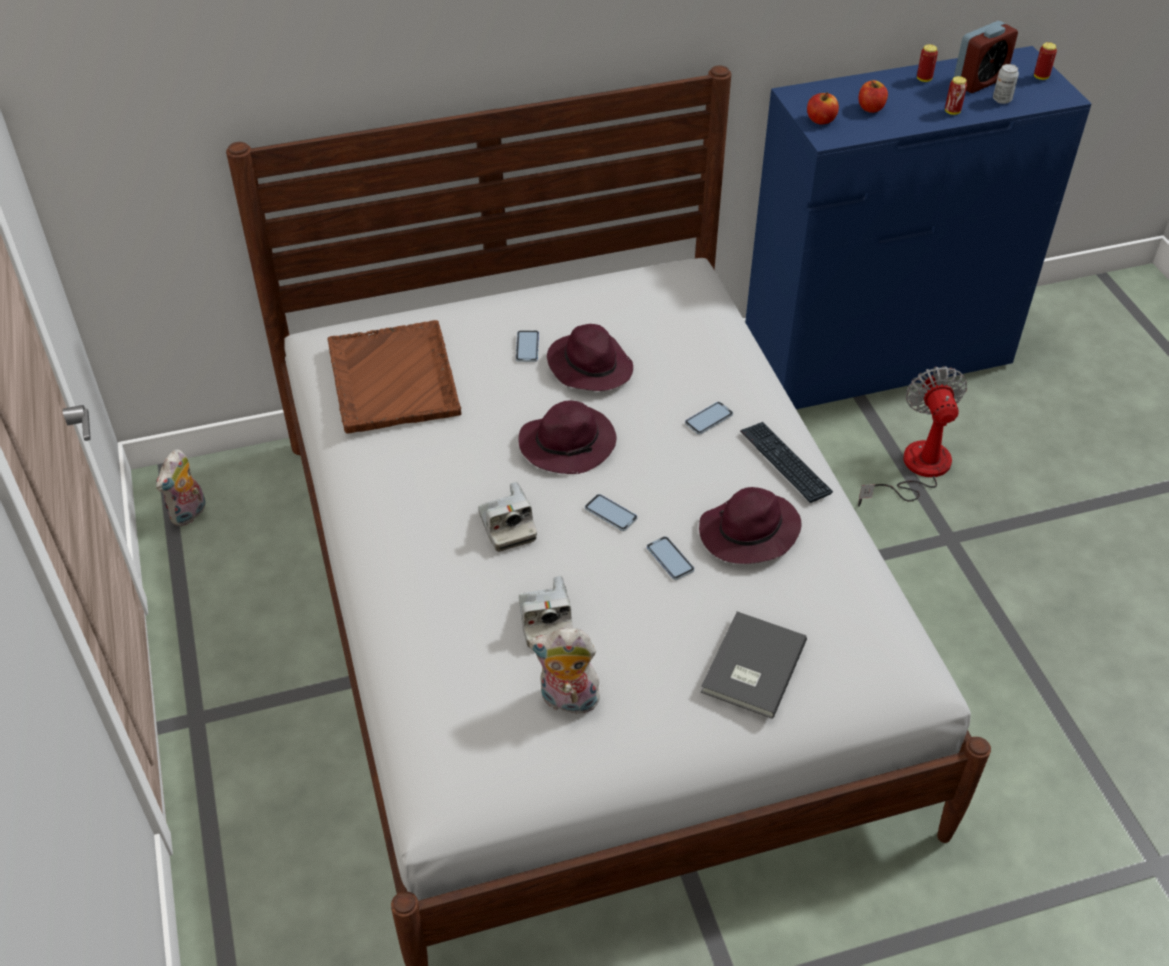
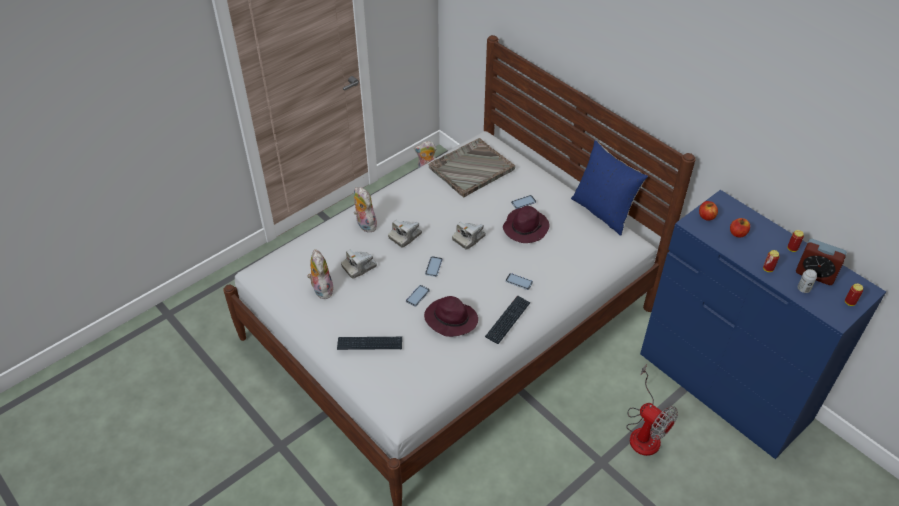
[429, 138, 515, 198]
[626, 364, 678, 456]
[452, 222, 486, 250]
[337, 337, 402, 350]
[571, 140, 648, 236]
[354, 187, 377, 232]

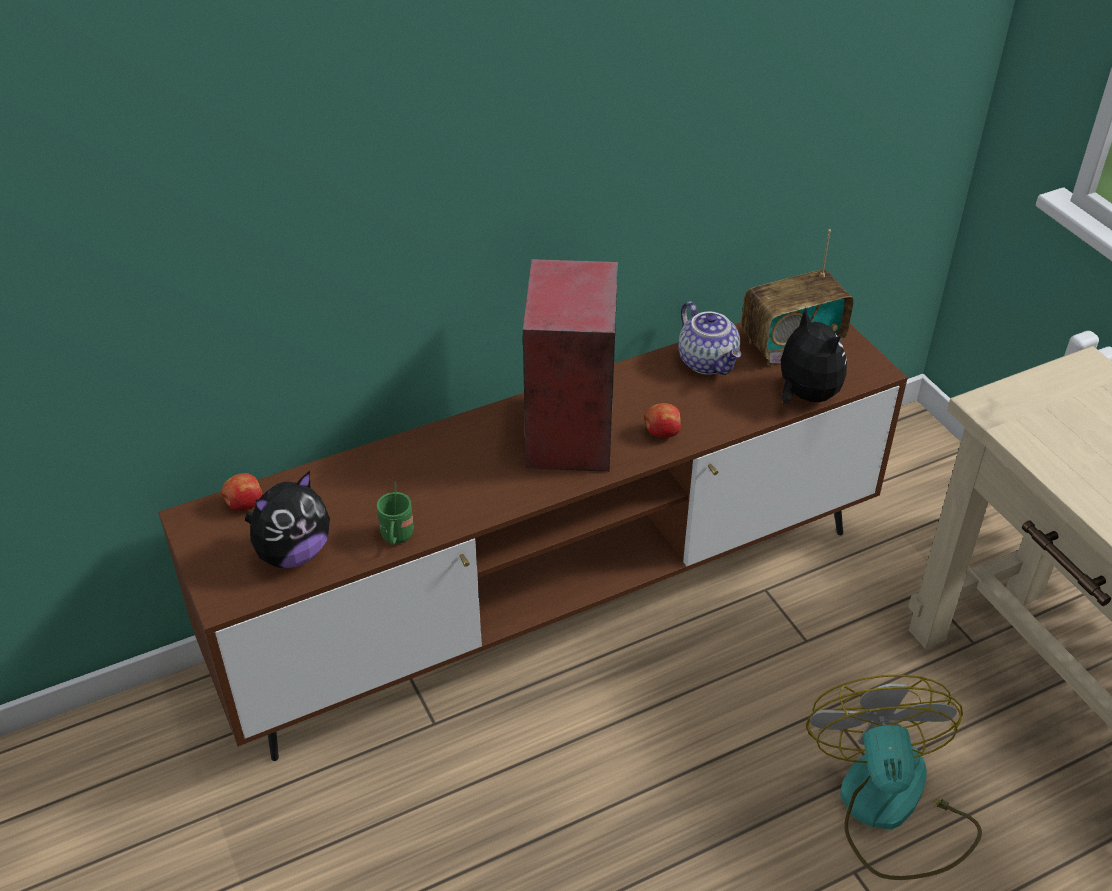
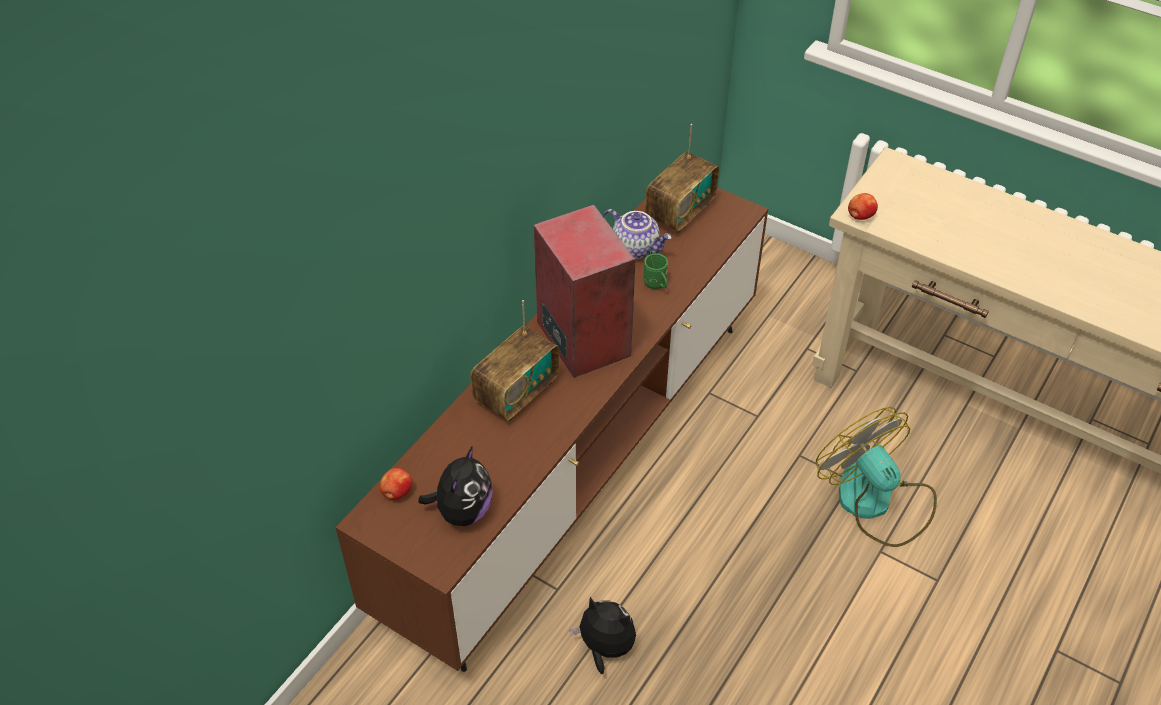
[569, 597, 636, 674]
[848, 193, 878, 220]
[643, 247, 668, 289]
[470, 300, 559, 423]

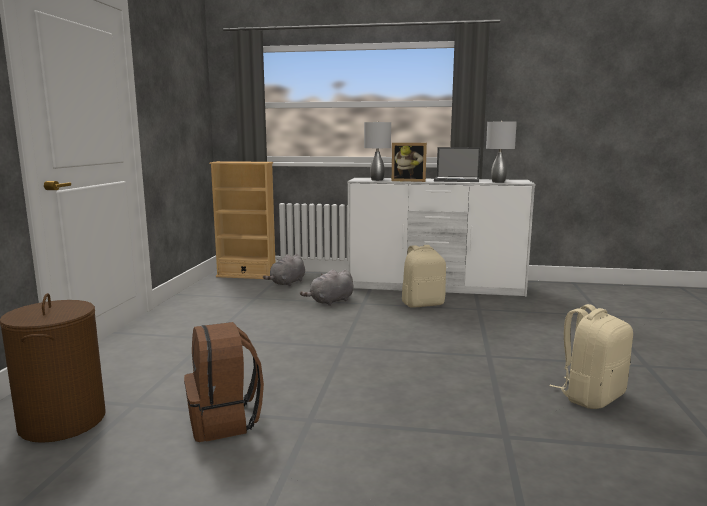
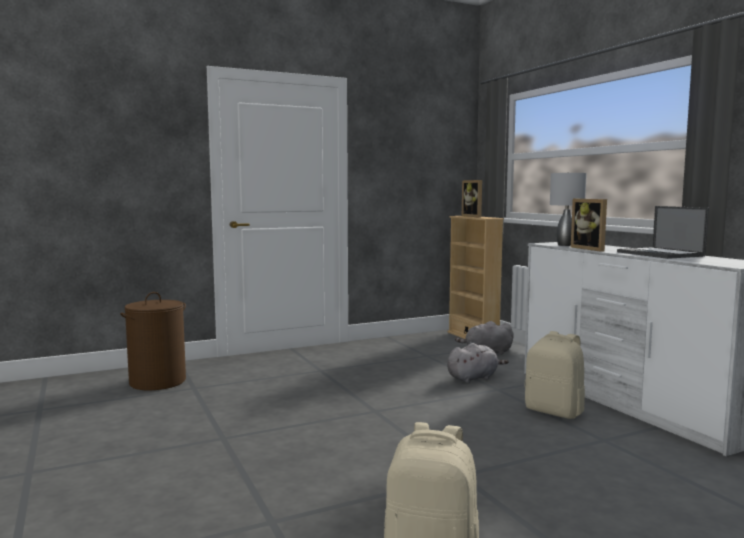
[486, 121, 517, 183] (first image)
[447, 343, 509, 383]
[184, 322, 264, 442] (first image)
[462, 180, 482, 217]

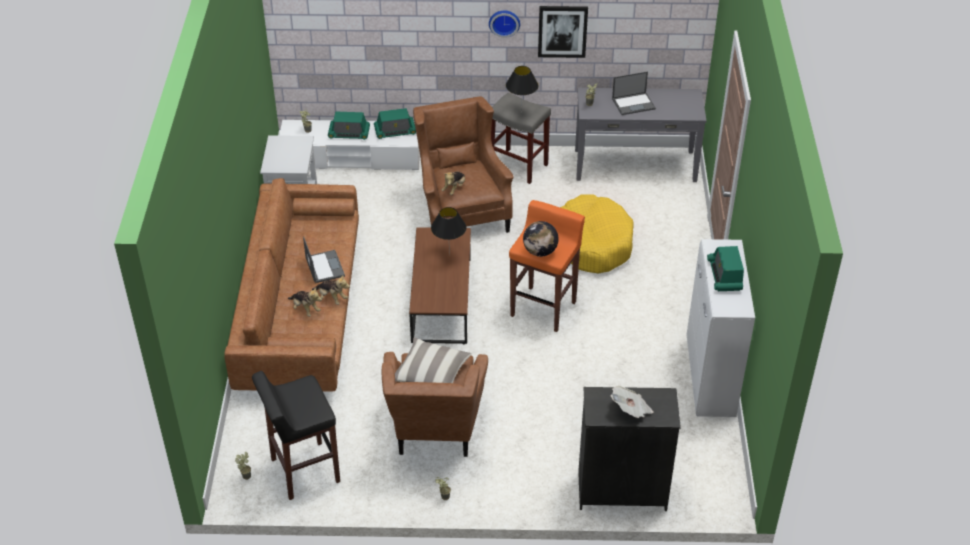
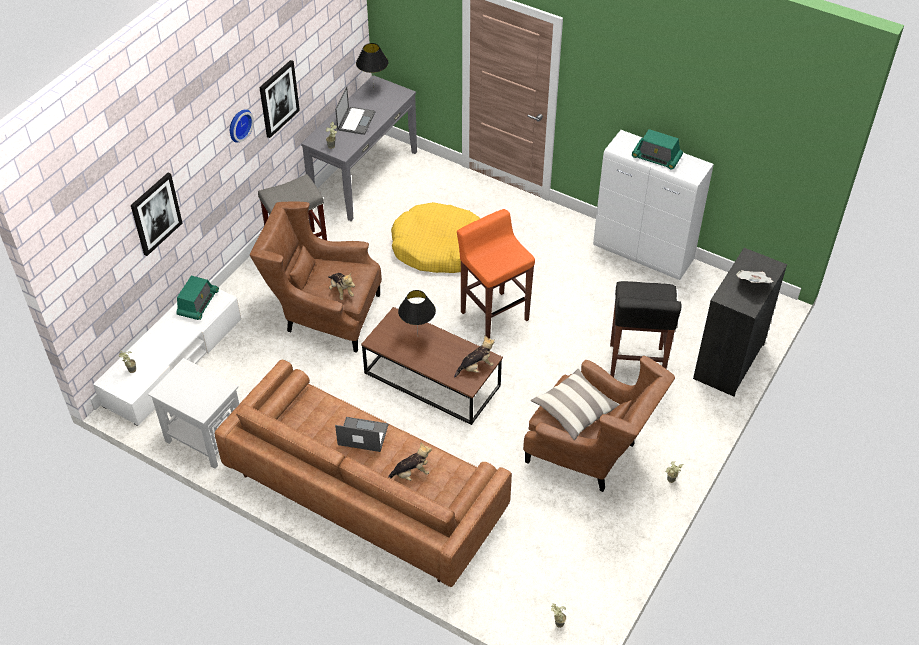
[356, 43, 388, 86]
[328, 112, 370, 140] (first image)
[523, 221, 559, 257] (first image)
[454, 336, 495, 377]
[610, 281, 681, 377]
[131, 173, 182, 256]

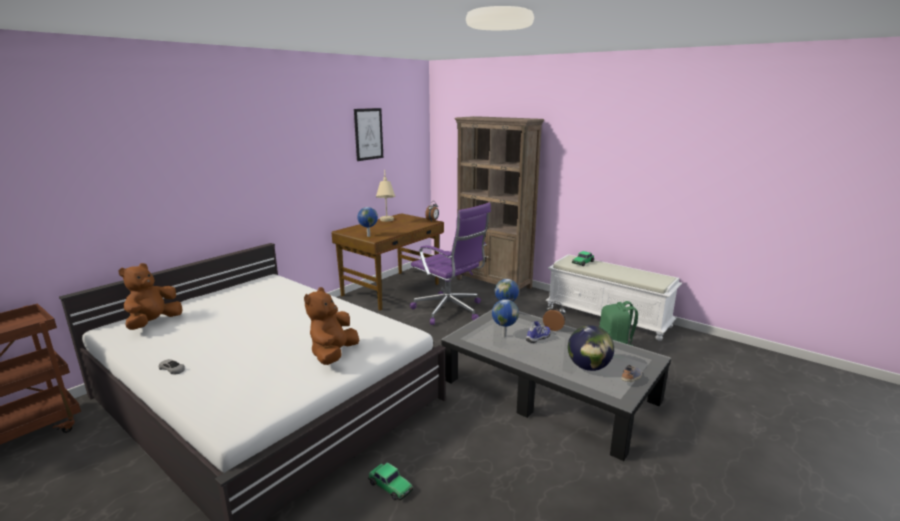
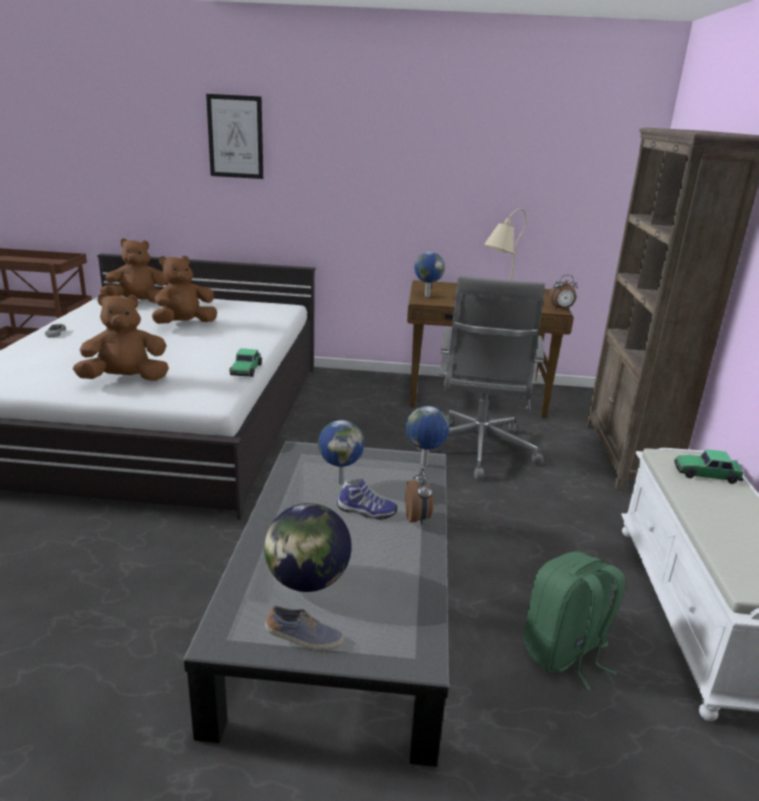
[206, 94, 263, 179]
[416, 276, 545, 479]
[229, 348, 262, 377]
[152, 256, 217, 324]

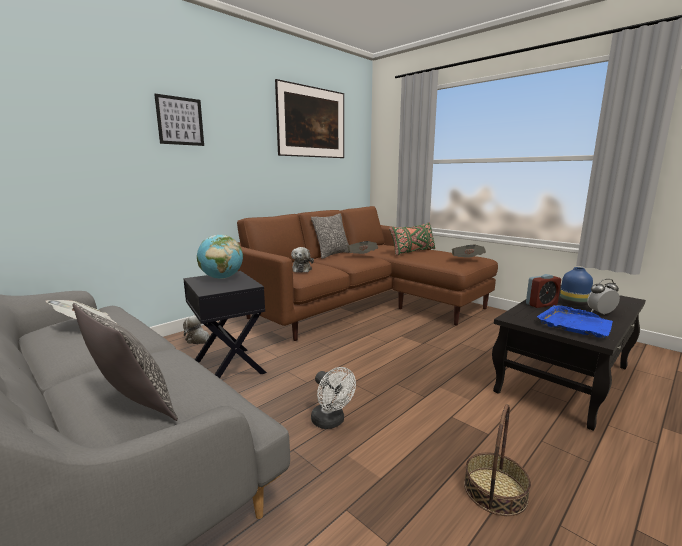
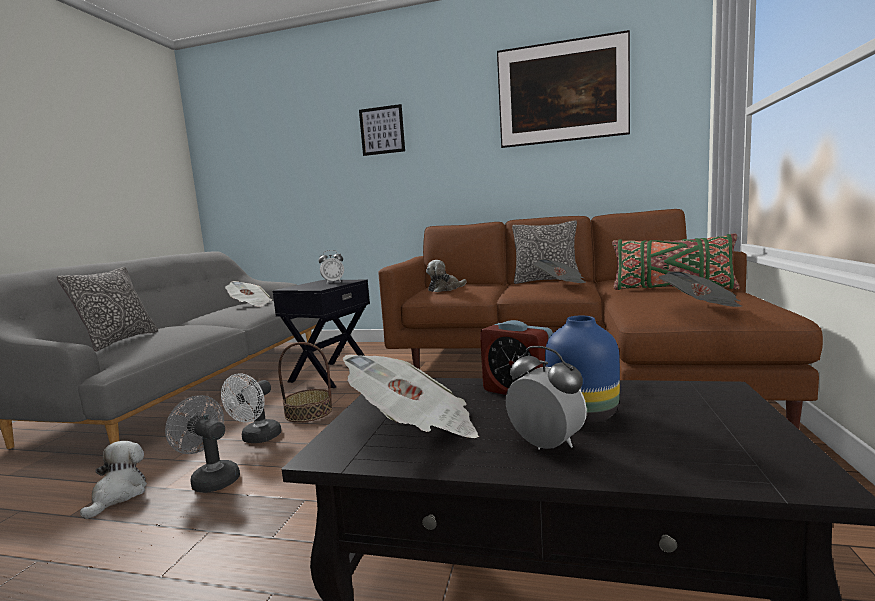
[318, 250, 344, 283]
[343, 355, 479, 438]
[80, 441, 147, 519]
[278, 342, 333, 422]
[165, 395, 240, 493]

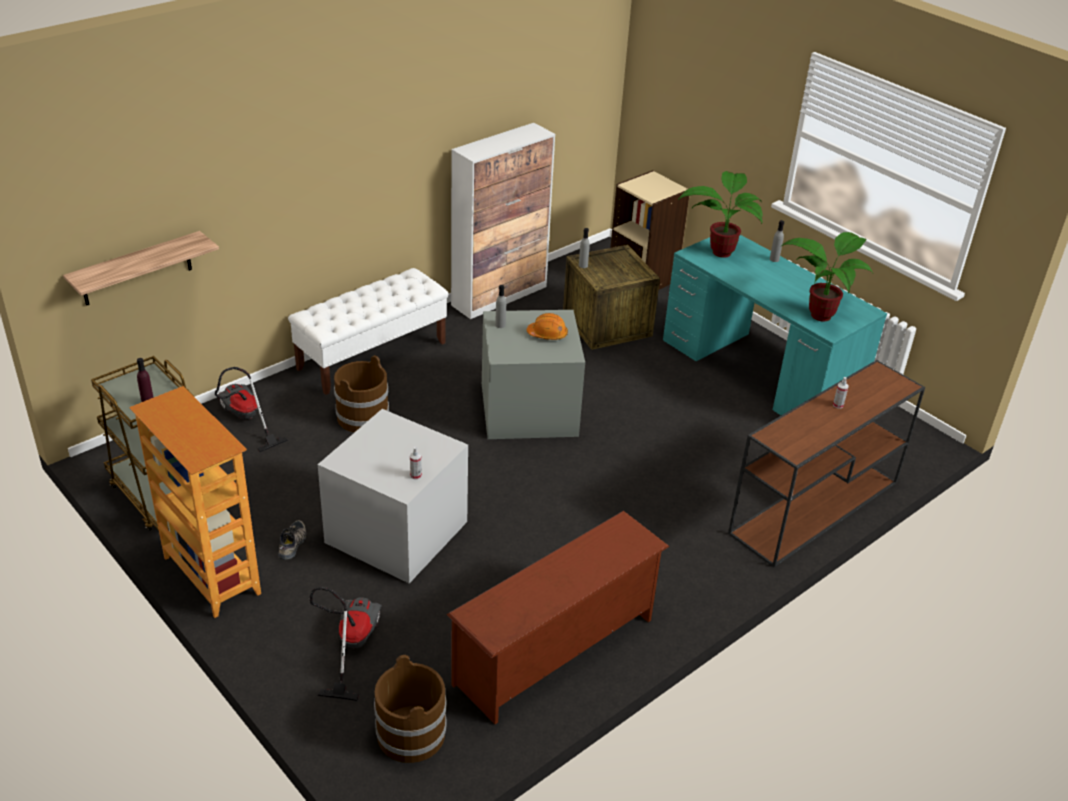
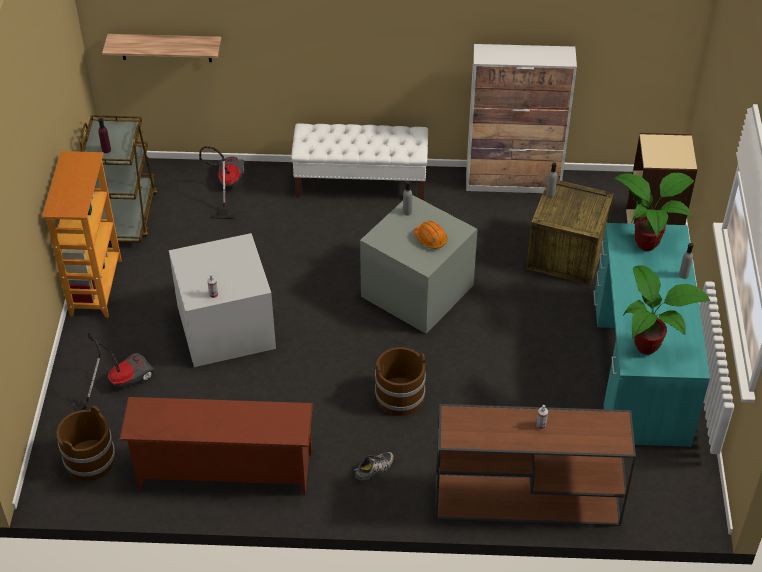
[375, 347, 426, 416]
[354, 452, 394, 481]

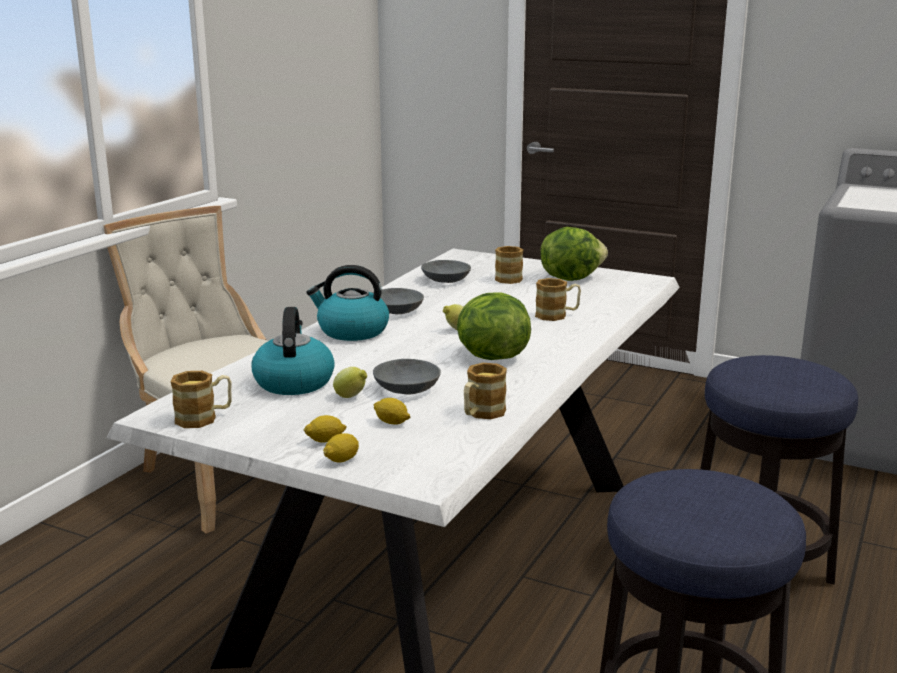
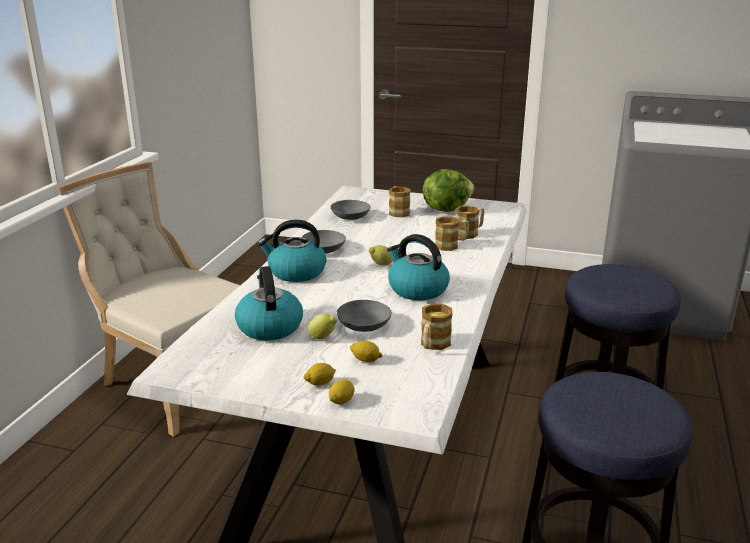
[387, 234, 450, 300]
[455, 206, 484, 239]

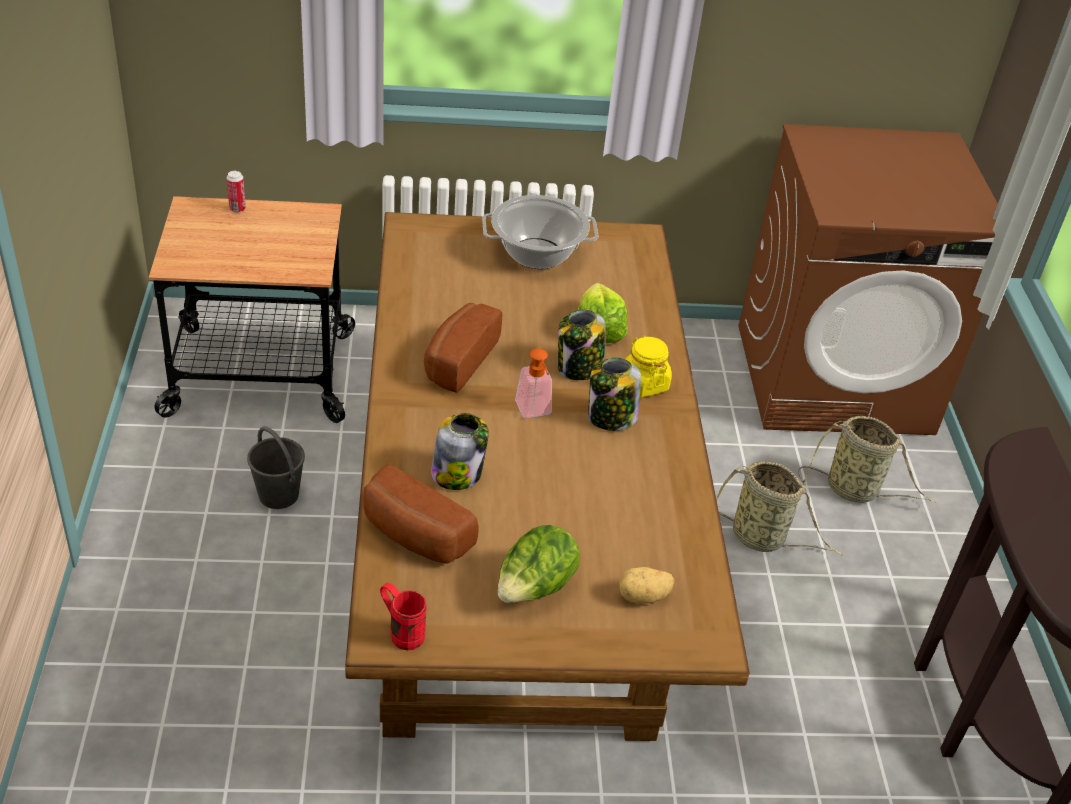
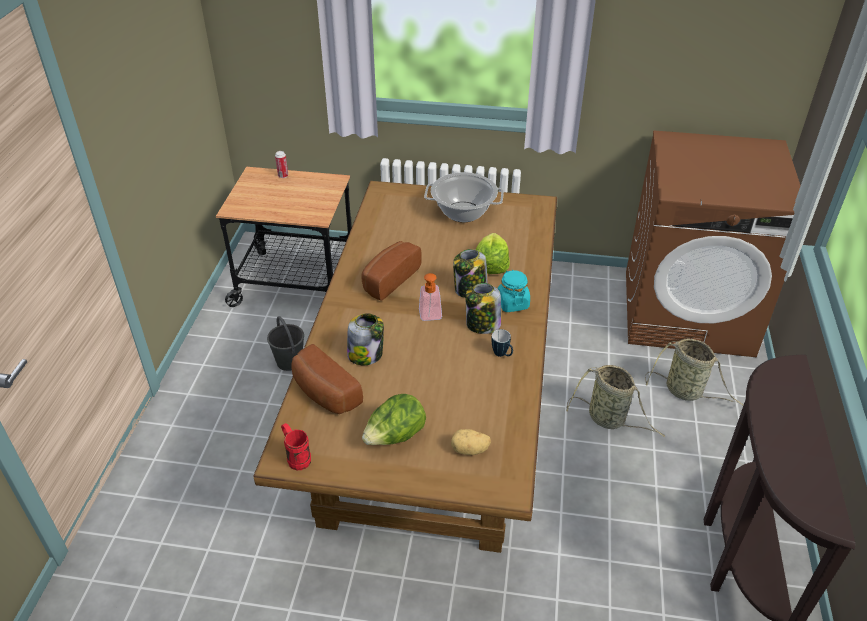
[497, 270, 530, 312]
[491, 329, 513, 357]

